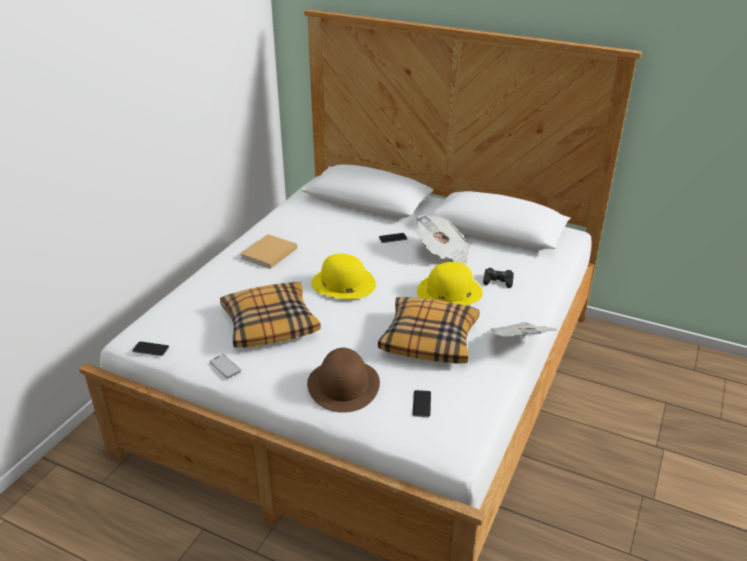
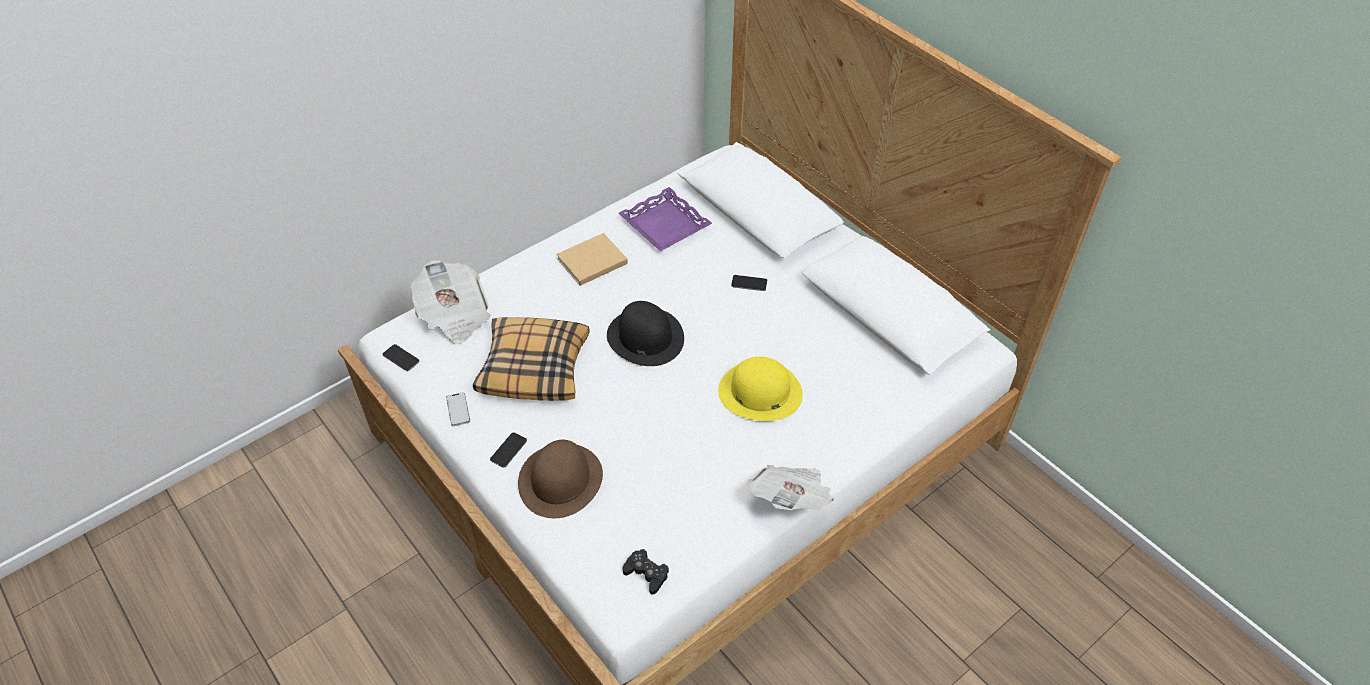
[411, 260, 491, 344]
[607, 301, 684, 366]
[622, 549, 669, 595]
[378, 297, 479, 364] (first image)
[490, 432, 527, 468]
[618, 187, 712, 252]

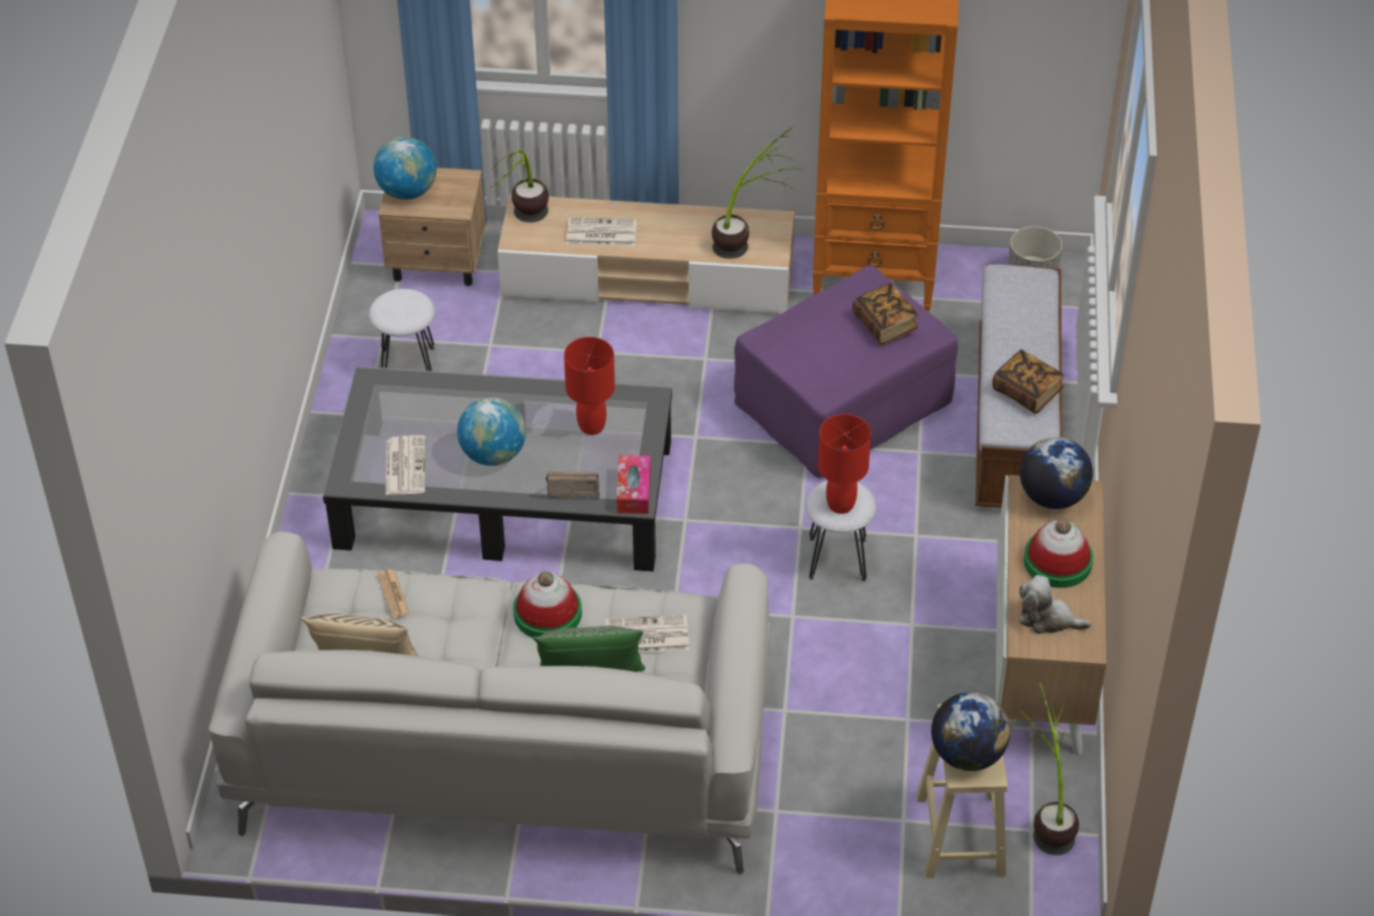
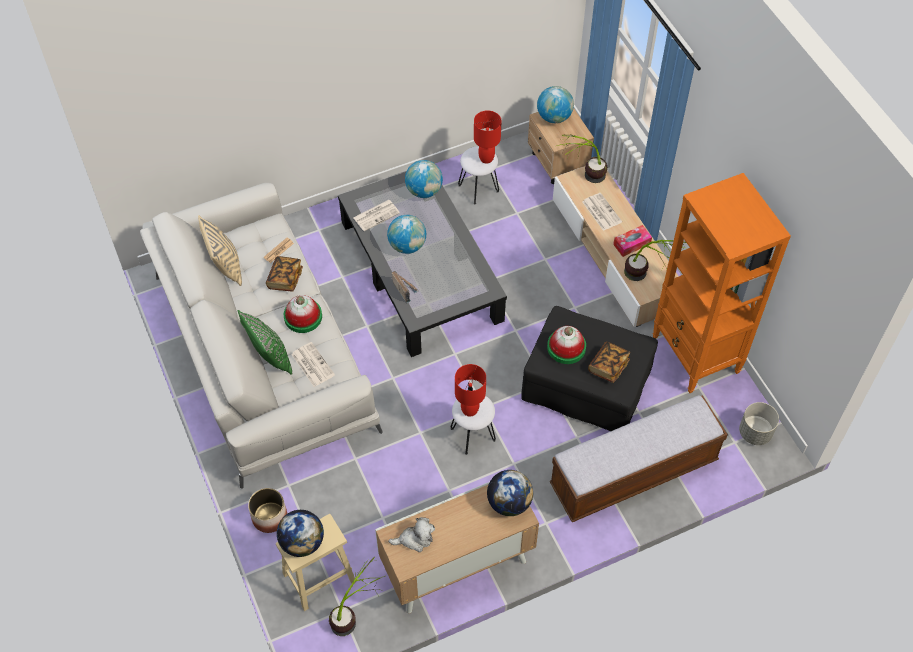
[521, 306, 658, 431]
[474, 110, 502, 163]
[266, 256, 303, 292]
[613, 225, 652, 257]
[547, 326, 586, 364]
[388, 517, 435, 552]
[405, 160, 443, 198]
[248, 488, 287, 533]

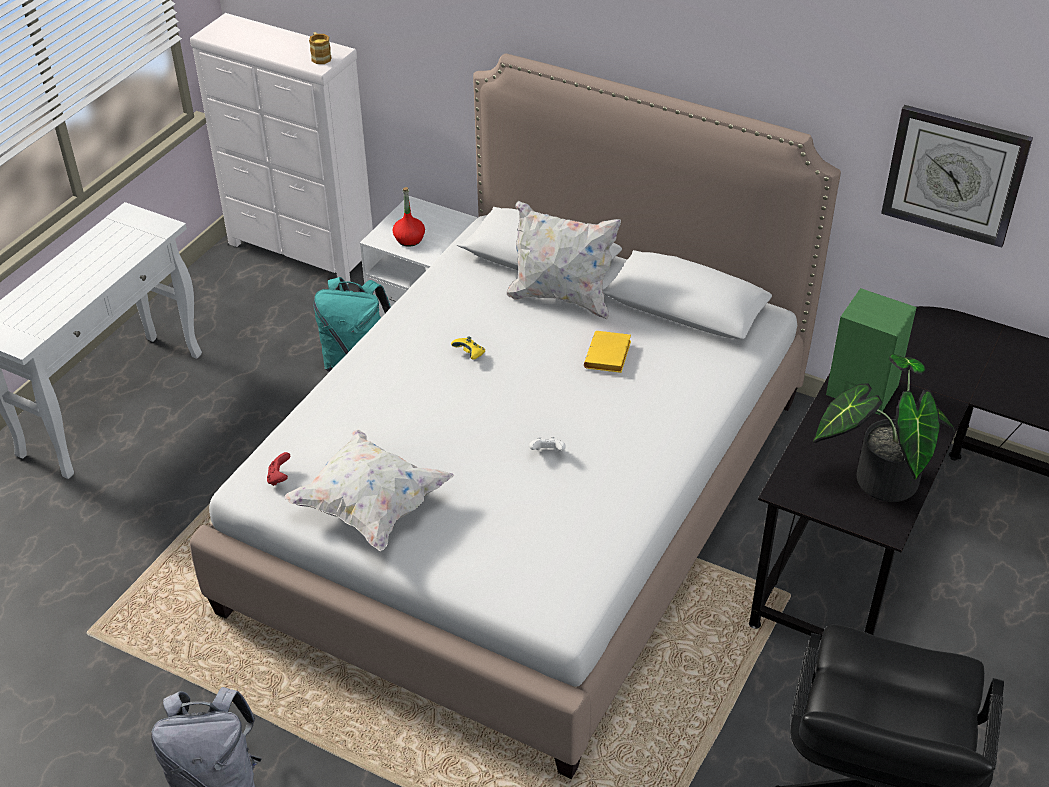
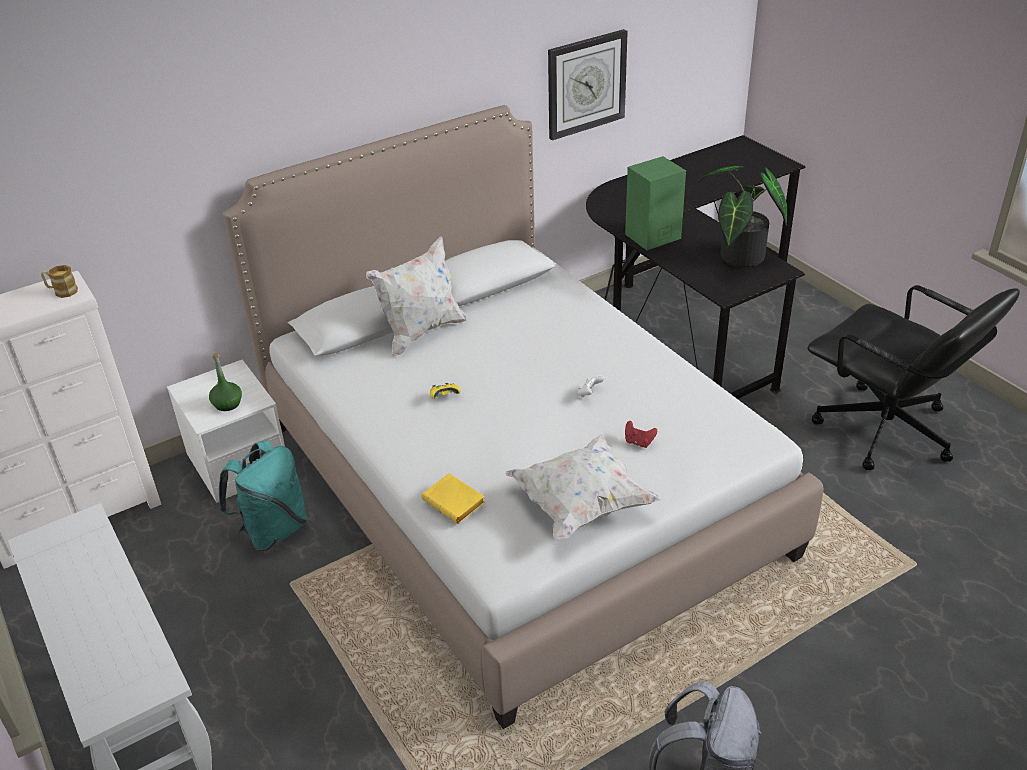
[209, 353, 242, 411]
[422, 473, 485, 524]
[625, 421, 657, 448]

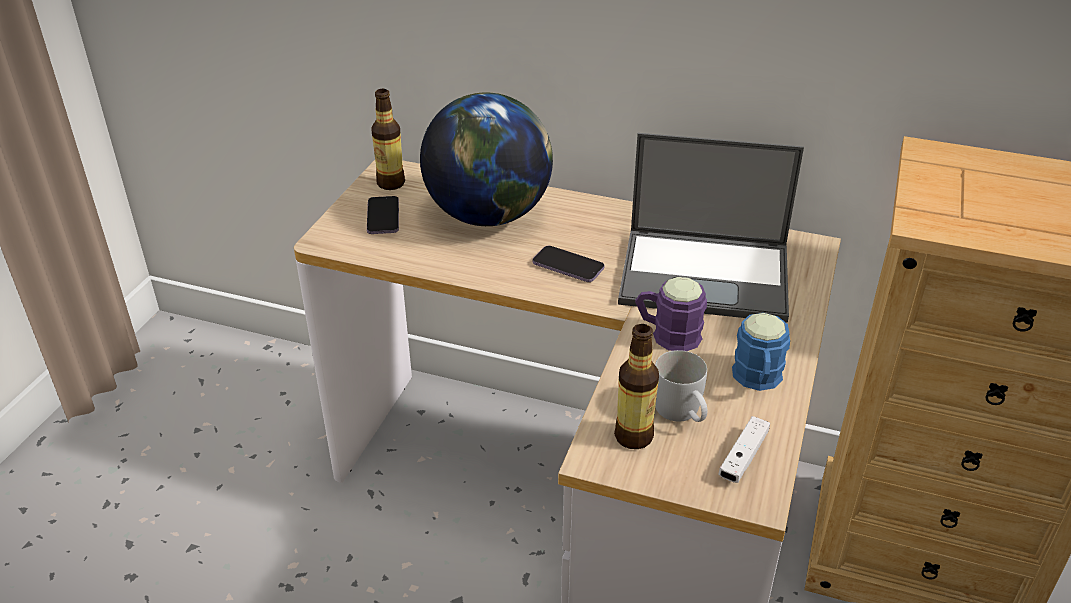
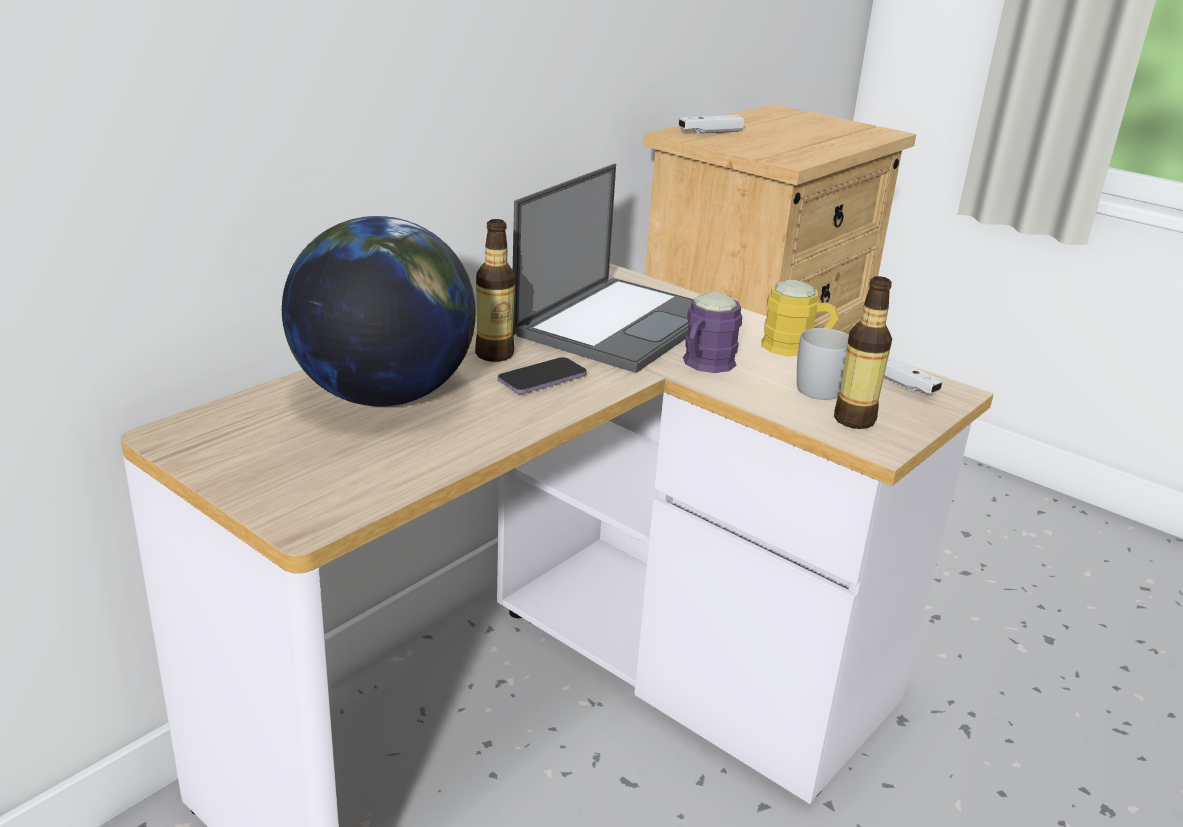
[475, 219, 515, 362]
[367, 196, 399, 234] (first image)
[761, 280, 839, 356]
[679, 115, 745, 134]

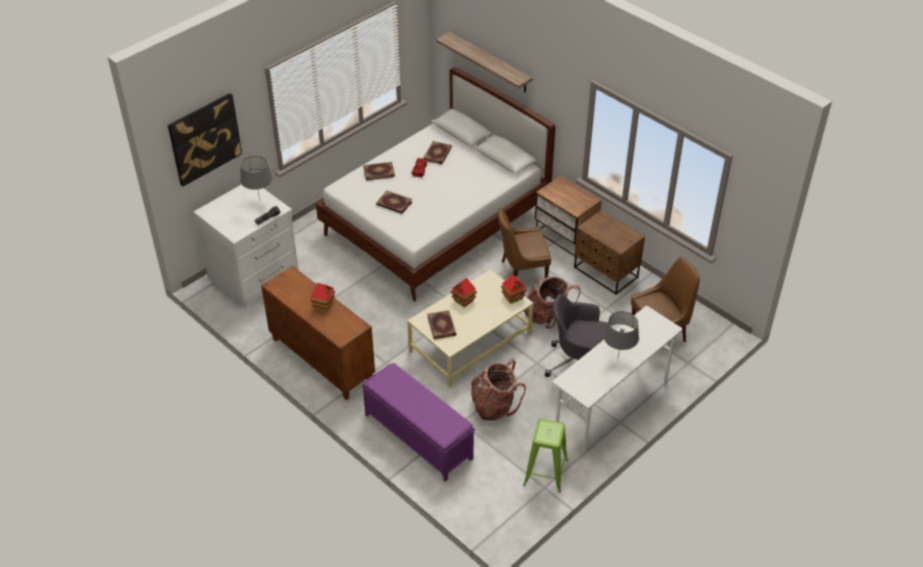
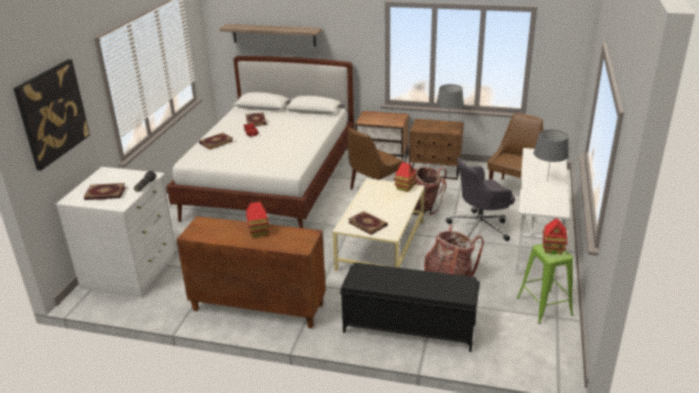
[436, 84, 464, 120]
[84, 183, 126, 200]
[543, 218, 568, 254]
[340, 262, 480, 352]

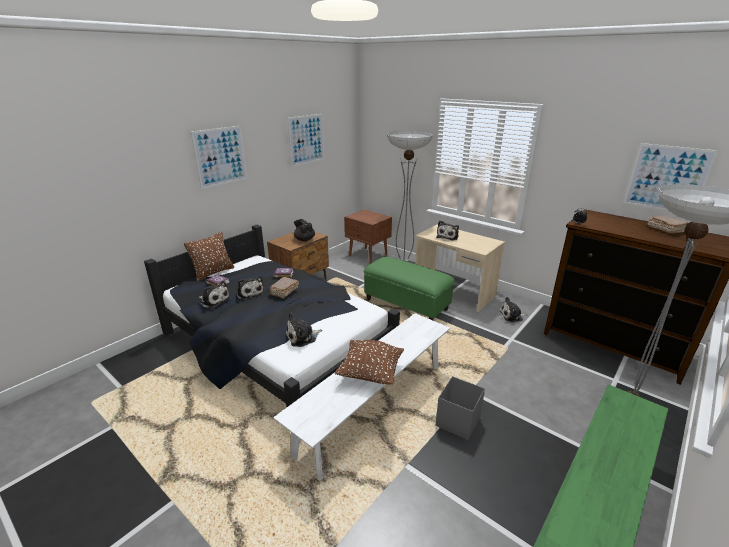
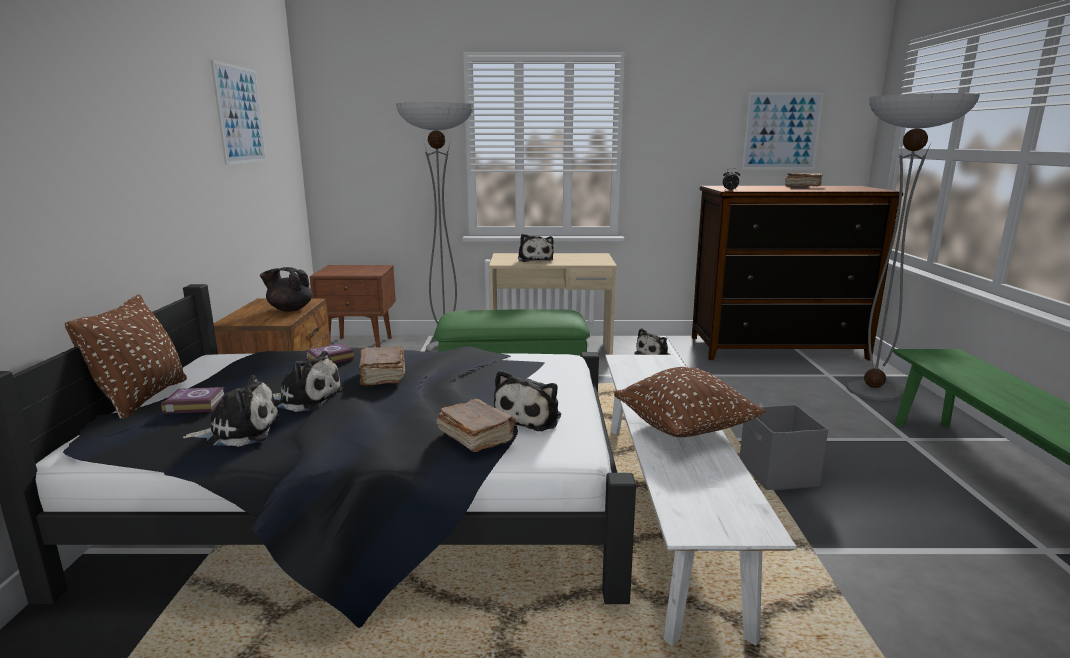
[191, 126, 247, 189] (first image)
[436, 399, 516, 452]

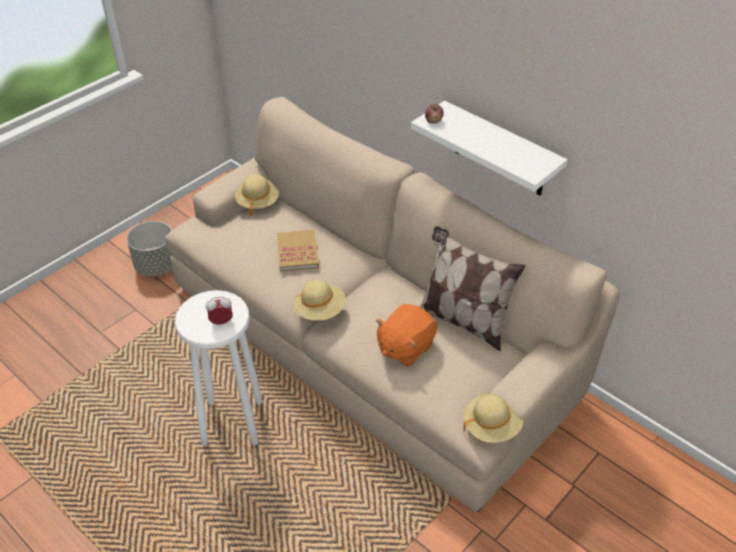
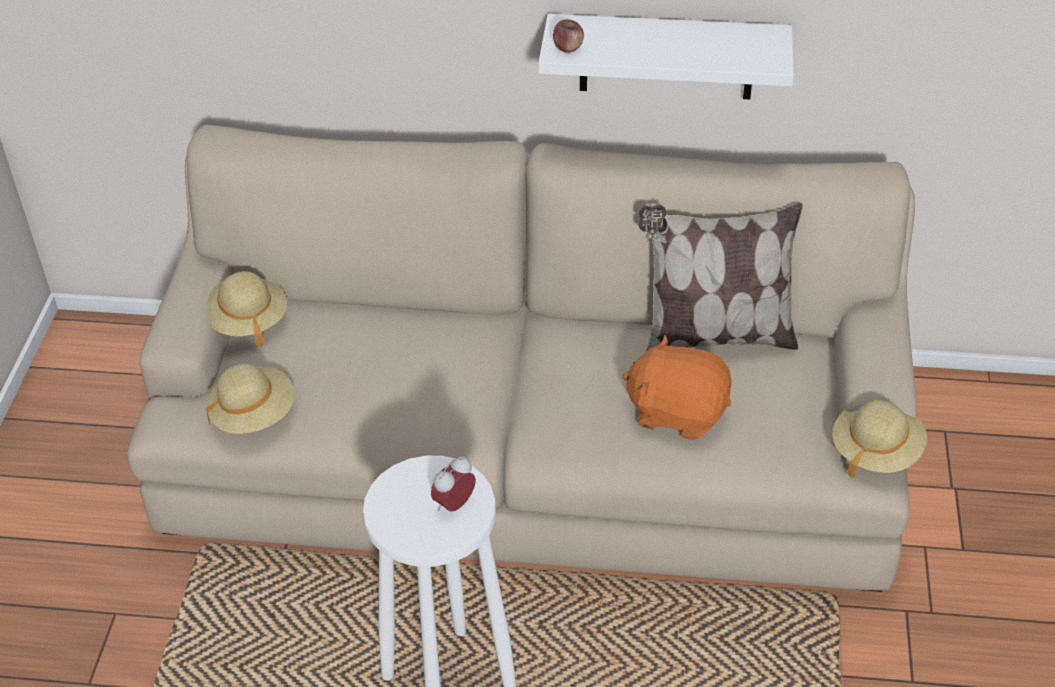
[127, 221, 172, 277] (first image)
[277, 230, 319, 272] (first image)
[206, 363, 294, 434]
[622, 335, 732, 440]

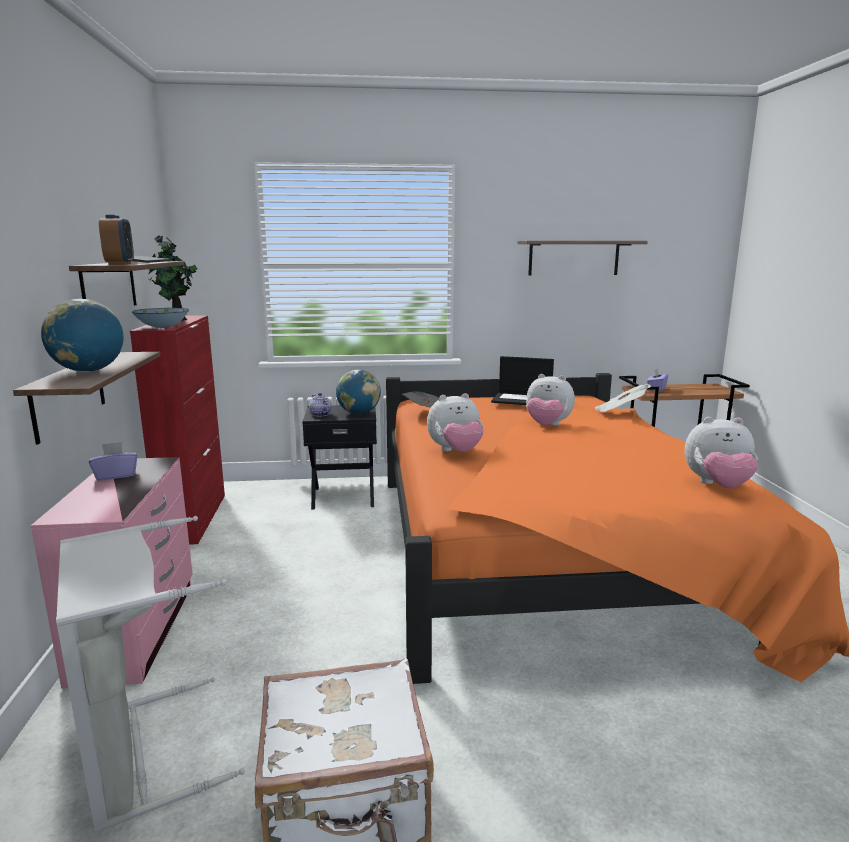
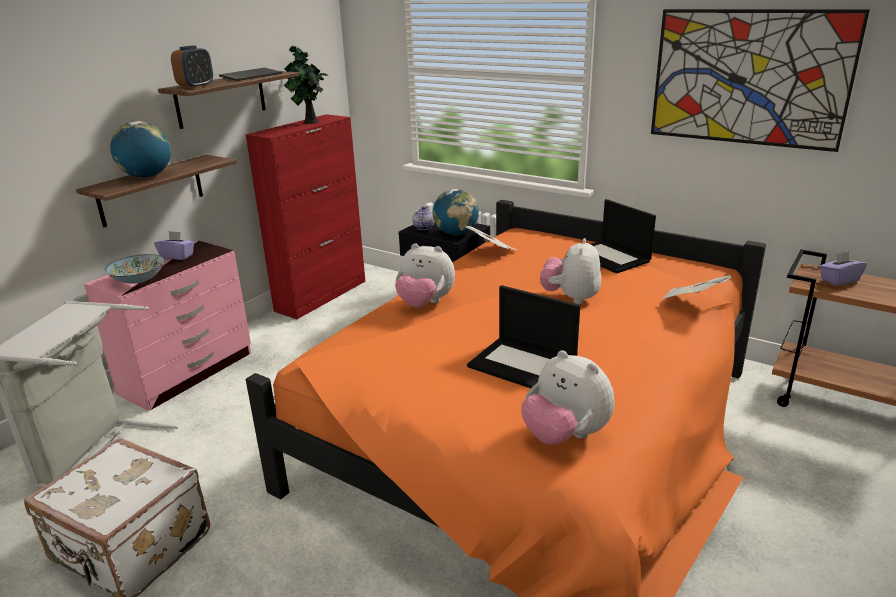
[651, 9, 870, 152]
[105, 254, 165, 284]
[540, 238, 601, 304]
[467, 285, 580, 388]

